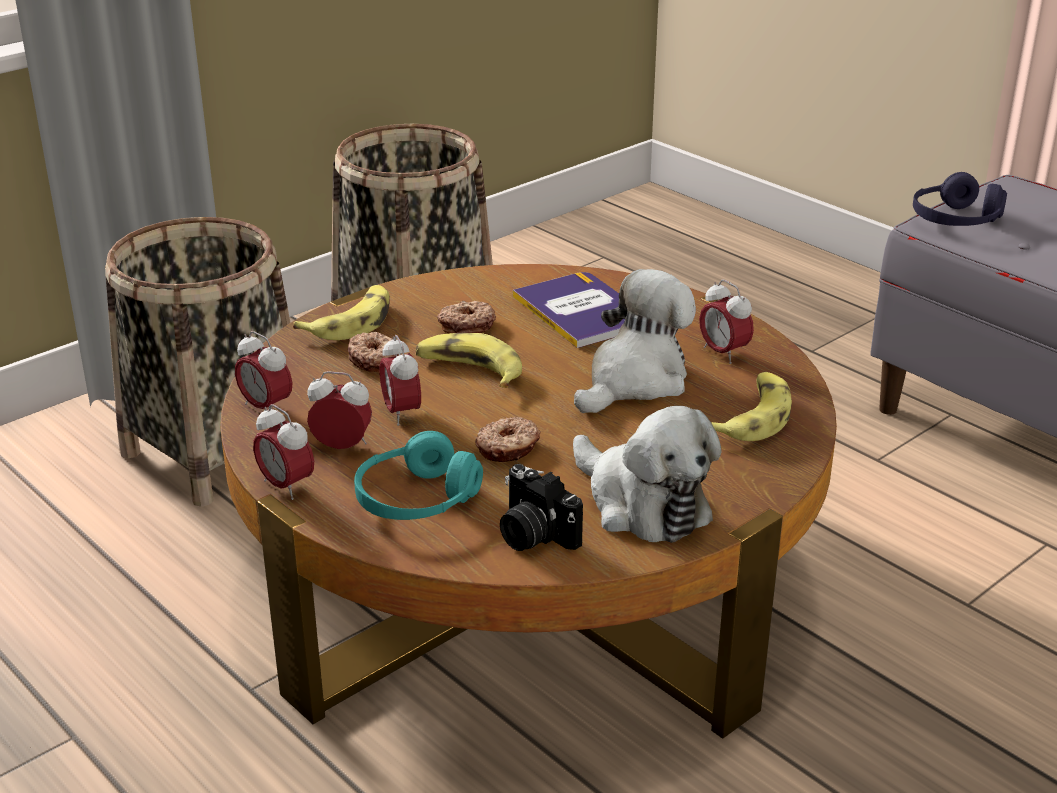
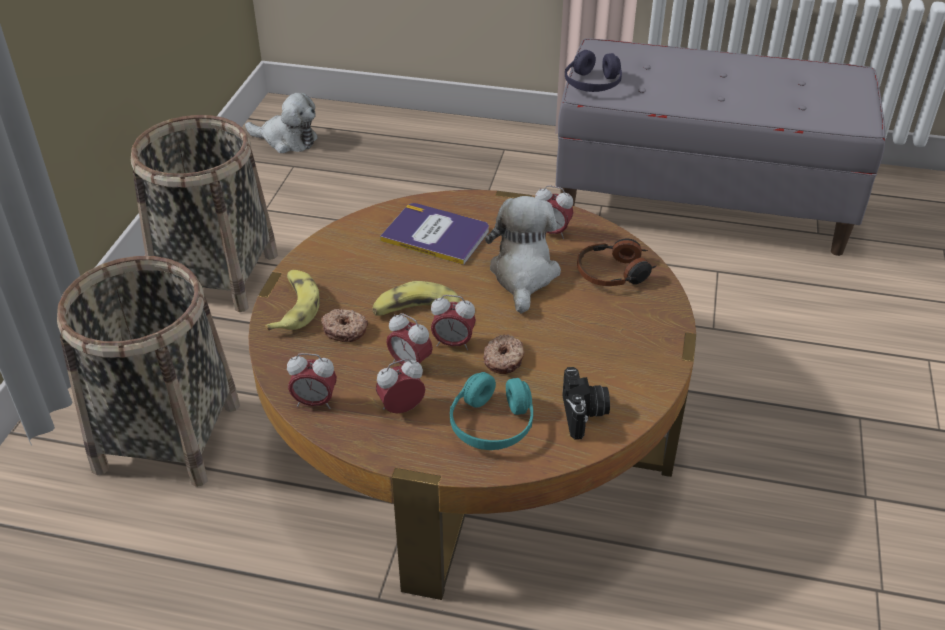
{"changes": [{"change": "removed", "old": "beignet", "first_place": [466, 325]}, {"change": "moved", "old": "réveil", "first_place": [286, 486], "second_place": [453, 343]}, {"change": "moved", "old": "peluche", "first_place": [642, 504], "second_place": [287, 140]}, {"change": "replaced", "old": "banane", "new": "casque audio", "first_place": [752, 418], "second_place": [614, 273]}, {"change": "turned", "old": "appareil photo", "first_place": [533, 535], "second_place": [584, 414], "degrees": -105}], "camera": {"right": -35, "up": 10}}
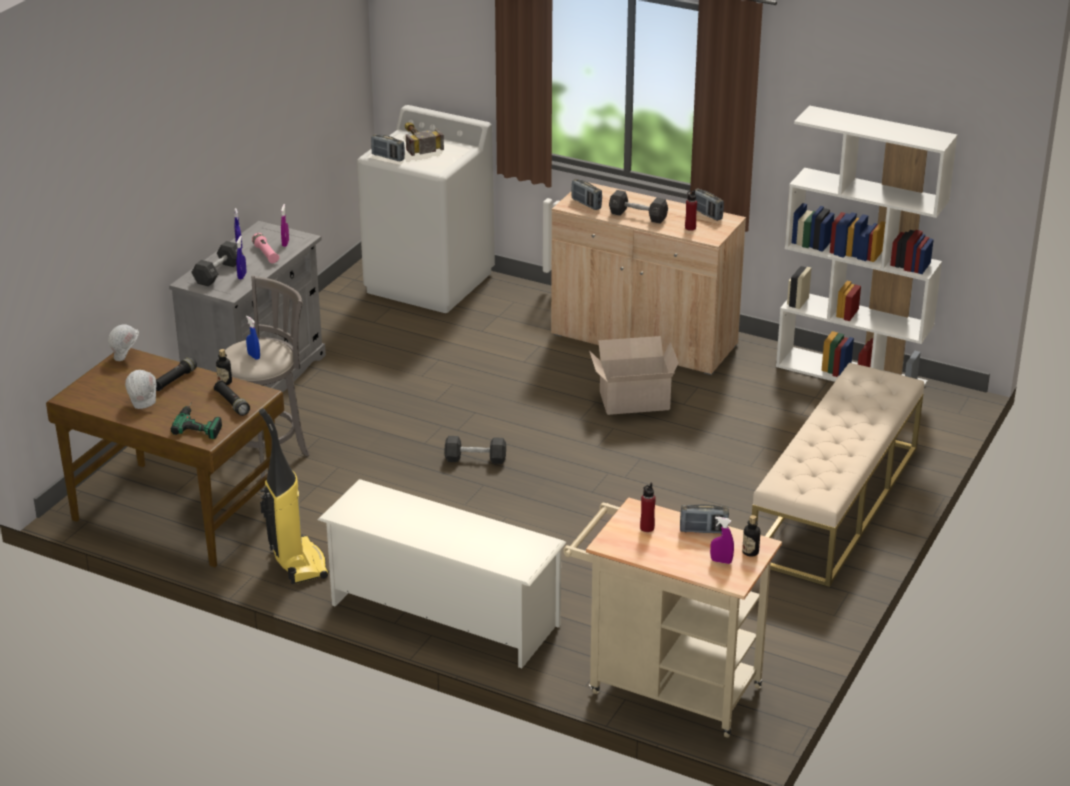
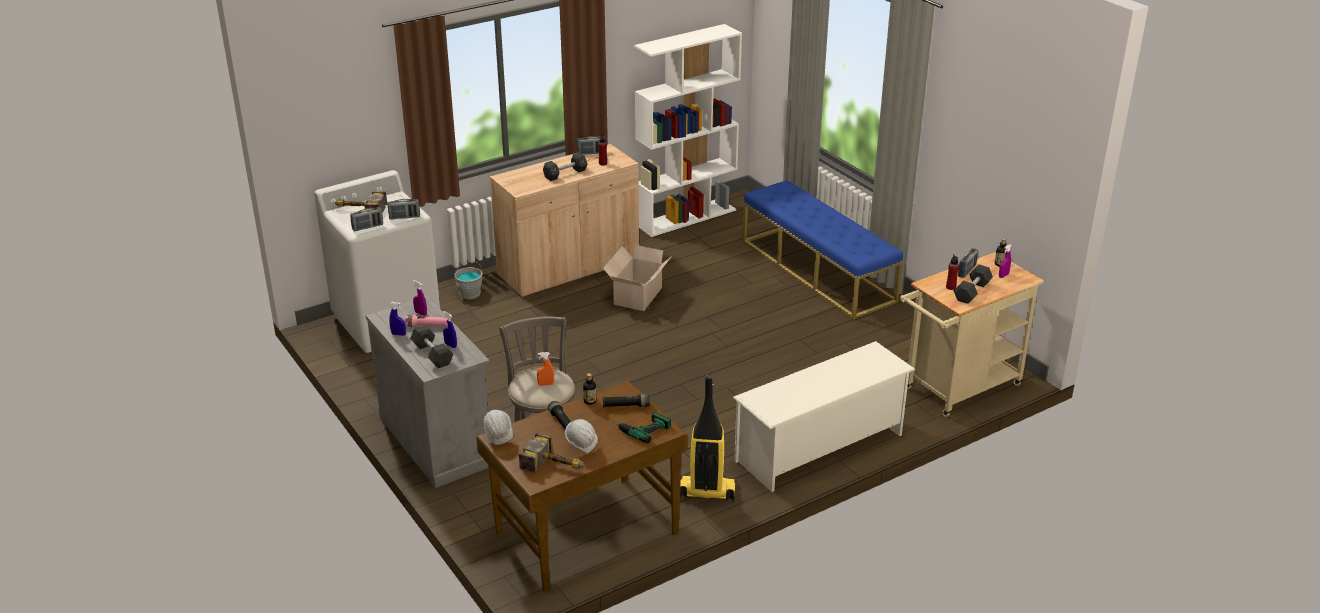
{"changes": [{"change": "added", "new": "seau/gris", "second_place": [470, 293]}, {"change": "added", "new": "marteau", "second_place": [556, 465]}, {"change": "moved", "old": "haltère/noir", "first_place": [475, 459], "second_place": [972, 292]}, {"change": "moved", "old": "radio", "first_place": [586, 204], "second_place": [404, 217]}, {"change": "recoloured", "old": "vaporisateur/bleu", "new": "vaporisateur/orange", "first_place": [254, 356], "second_place": [546, 384]}, {"change": "recoloured", "old": "banc/beige", "new": "banc/bleu", "first_place": [836, 504], "second_place": [817, 271]}], "camera": {"right": -60, "up": 0}}
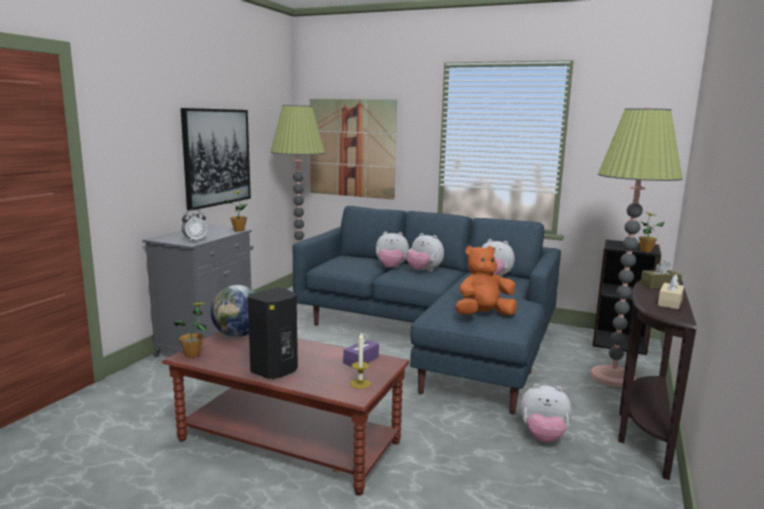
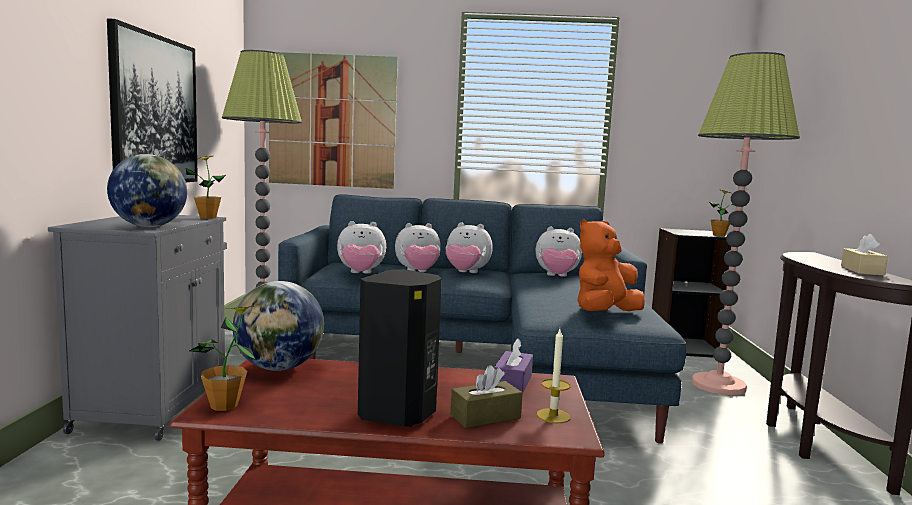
{"changes": [{"change": "moved", "old": "peluche", "first_place": [543, 437], "second_place": [360, 274]}, {"change": "moved", "old": "boîte à mouchoirs/marron", "first_place": [659, 286], "second_place": [485, 416]}, {"change": "replaced", "old": "réveil", "new": "globe", "first_place": [195, 240], "second_place": [149, 226]}], "camera": {"right": -20, "up": -5}}
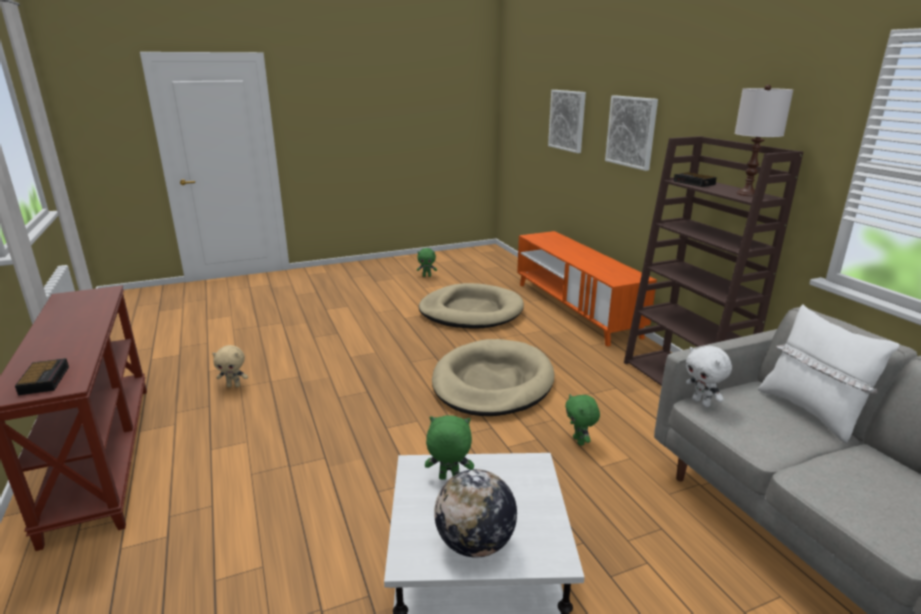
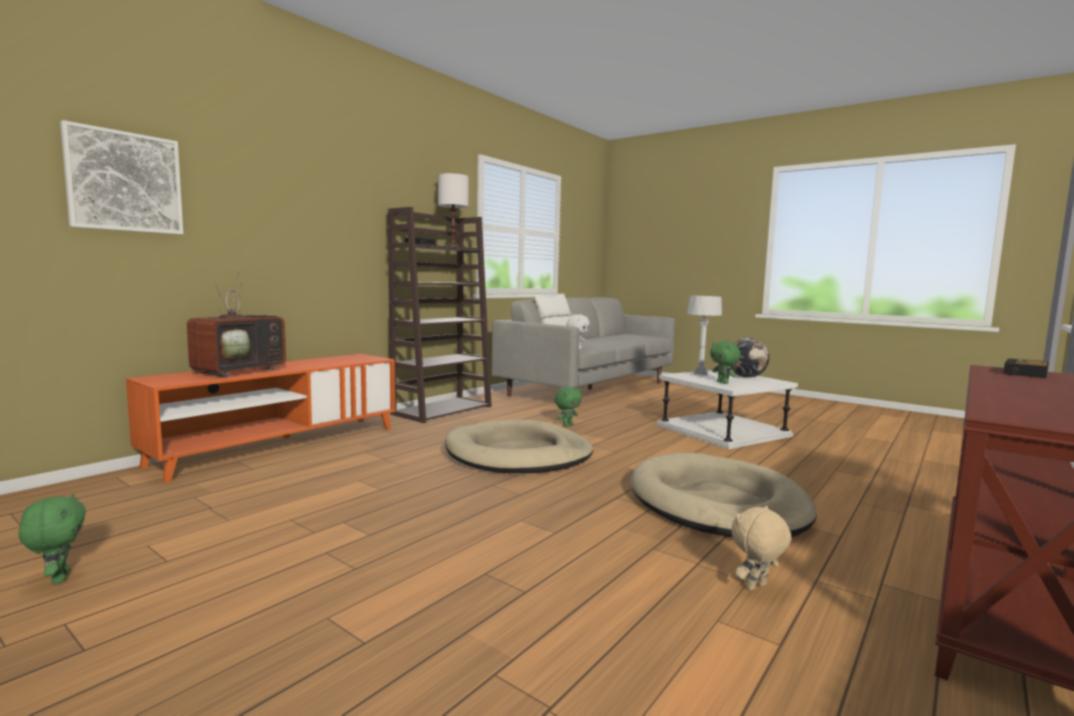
{"changes": [{"change": "removed", "old": "tableau", "first_place": [631, 131]}, {"change": "added", "new": "téléviseur", "second_place": [240, 371]}, {"change": "added", "new": "lampe de table/gris", "second_place": [700, 373]}, {"change": "moved", "old": "panier pour chien/beige", "first_place": [471, 311], "second_place": [717, 503]}, {"change": "turned", "old": "peluche/beige", "first_place": [234, 386], "second_place": [756, 587], "degrees": -90}], "camera": {"right": -120, "up": -15}}
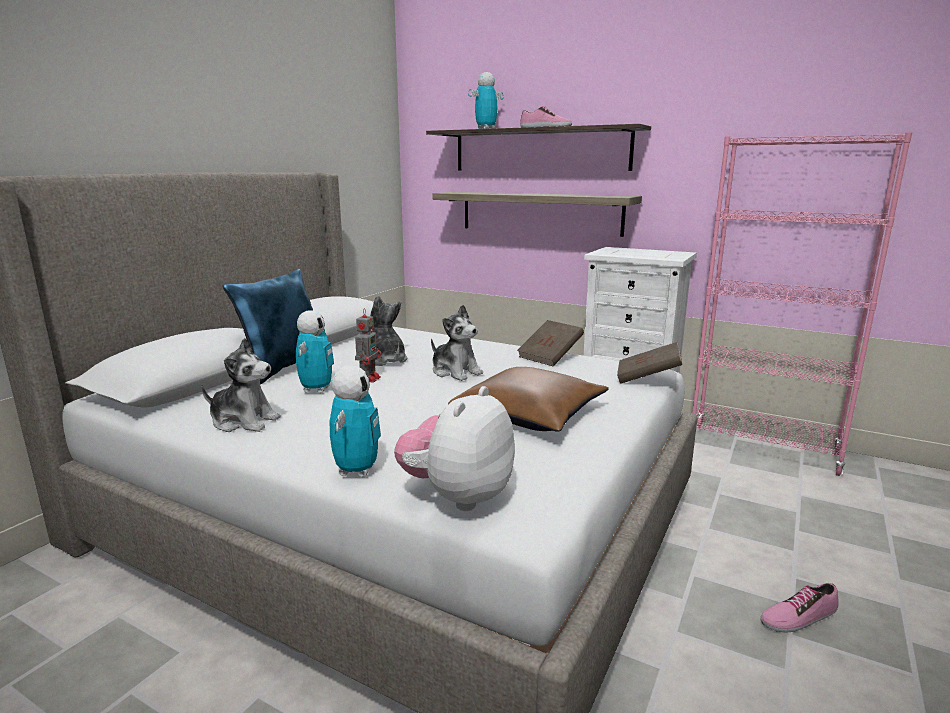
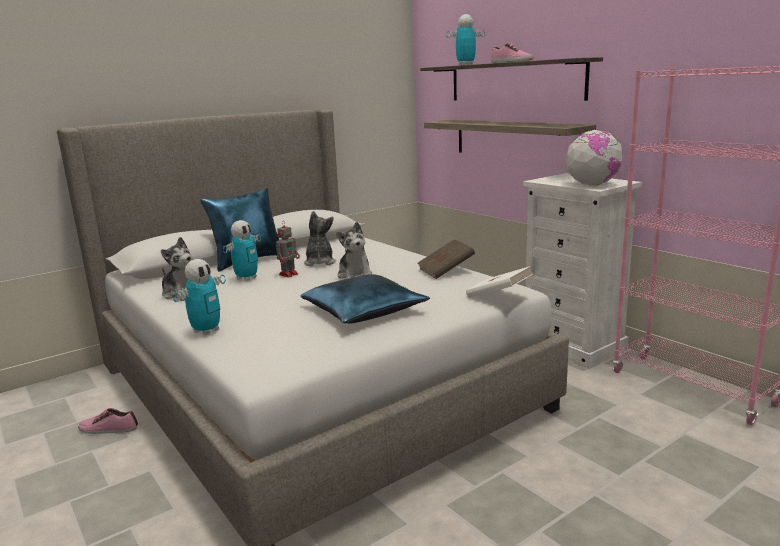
{"changes": [{"change": "removed", "old": "peluche", "first_place": [458, 496]}, {"change": "added", "new": "globe", "second_place": [592, 185]}, {"change": "moved", "old": "chaussure", "first_place": [798, 616], "second_place": [109, 428]}, {"change": "recoloured", "old": "coussin/marron", "new": "coussin/bleu", "first_place": [530, 413], "second_place": [364, 311]}, {"change": "recoloured", "old": "livre/marron", "new": "livre/blanc", "first_place": [647, 378], "second_place": [498, 296]}], "camera": {"right": 25, "up": 0}}
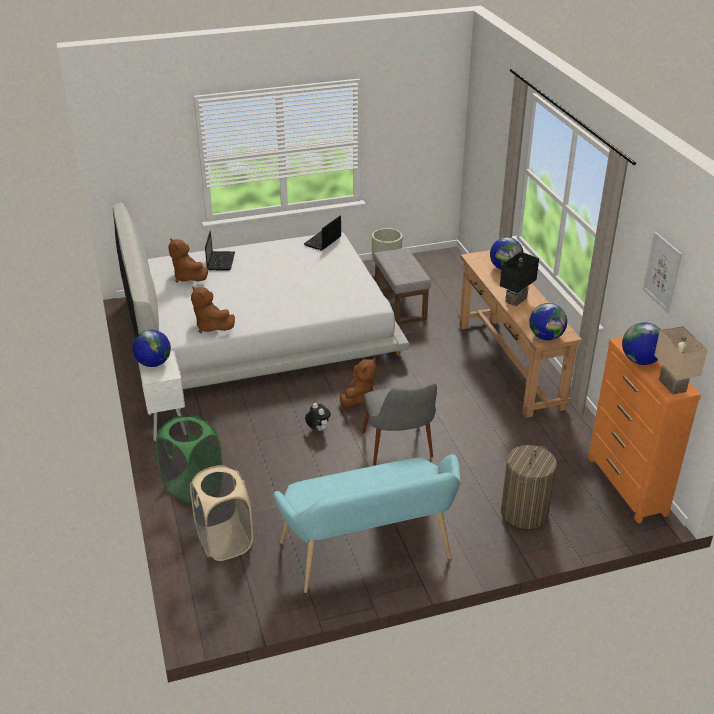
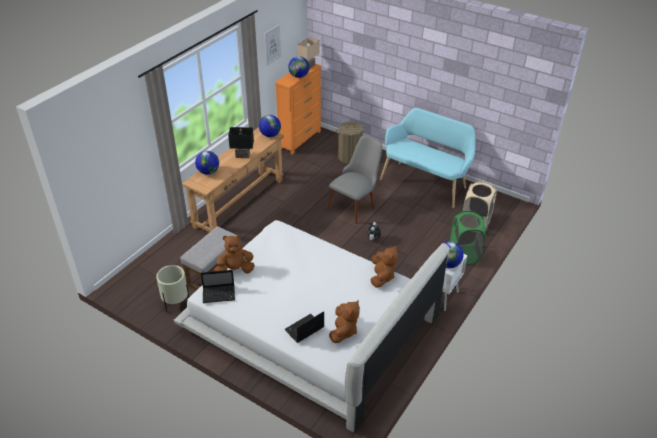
{"changes": [{"change": "moved", "old": "peluche/marron", "first_place": [358, 398], "second_place": [235, 270]}], "camera": {"right": -130, "up": 5}}
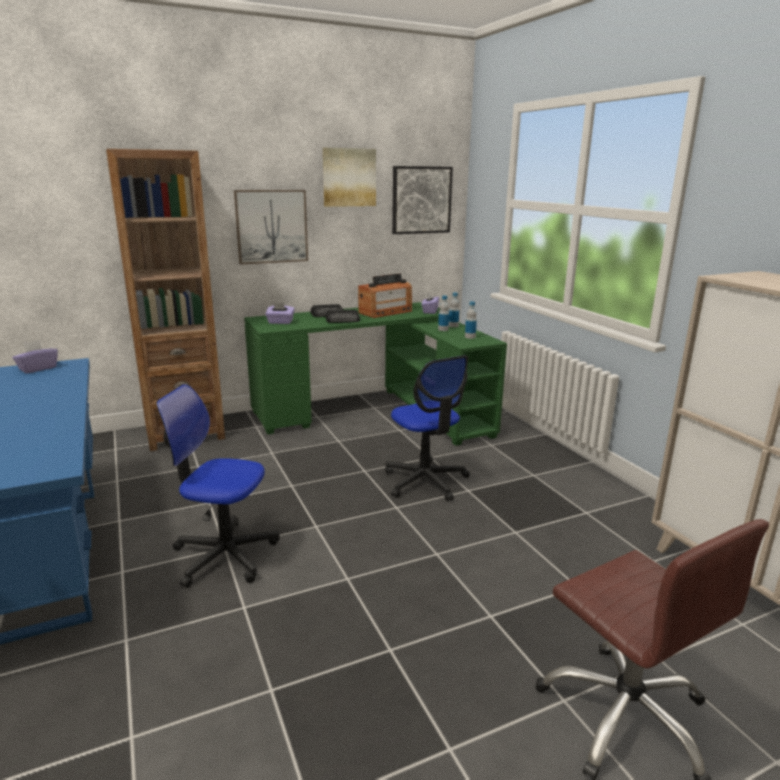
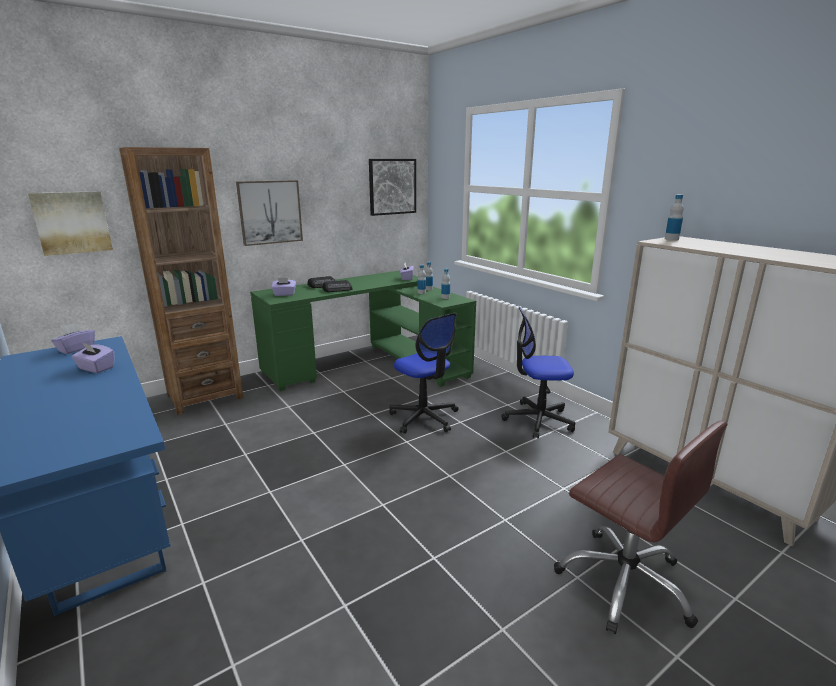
{"changes": [{"change": "removed", "old": "radio", "first_place": [385, 312]}, {"change": "added", "new": "boîte à mouchoirs/violet", "second_place": [96, 368]}, {"change": "added", "new": "bouteille", "second_place": [671, 239]}, {"change": "moved", "old": "chaise de bureau", "first_place": [225, 555], "second_place": [538, 420]}, {"change": "moved", "old": "tableau", "first_place": [349, 177], "second_place": [72, 222]}], "camera": {"right": -10, "up": 0}}
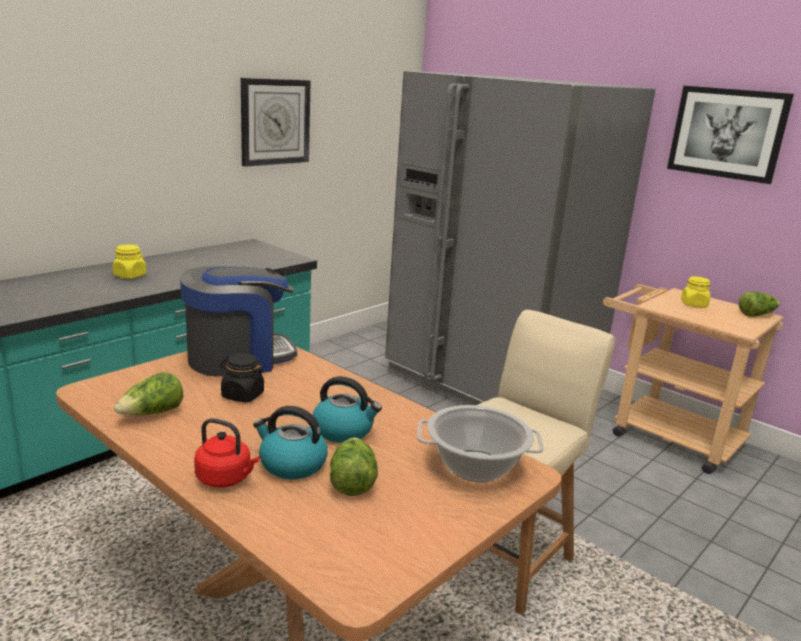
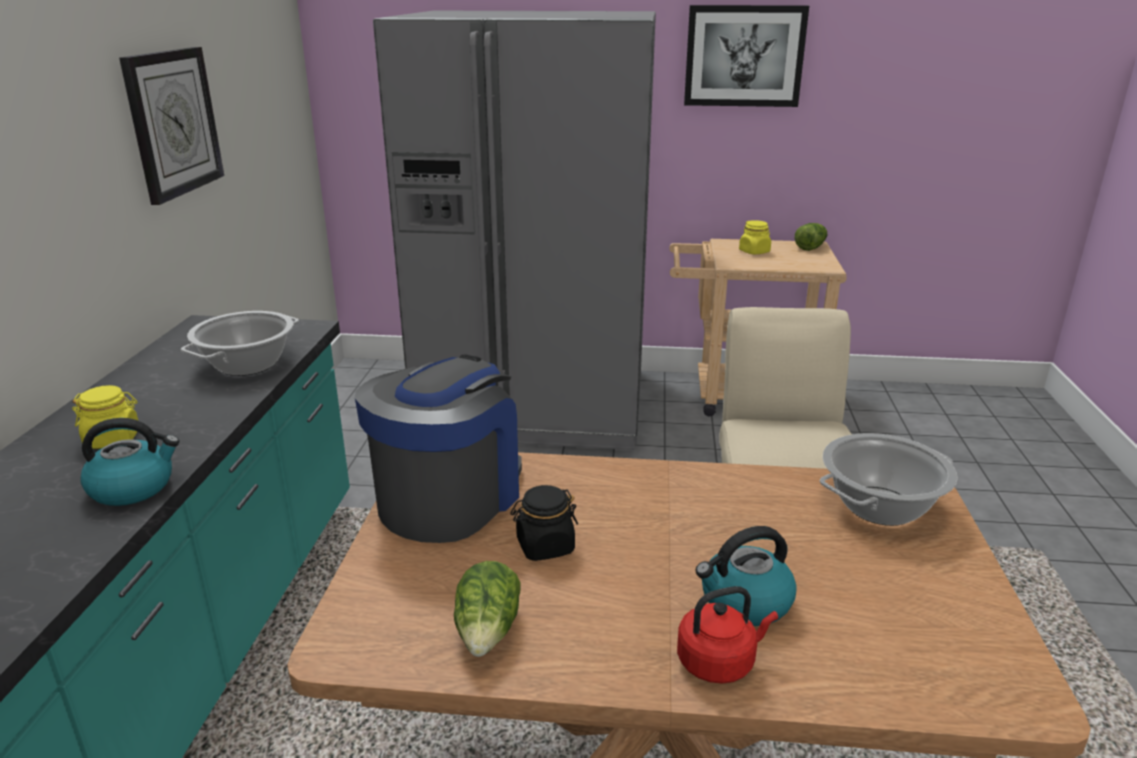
{"changes": [{"change": "removed", "old": "laitue", "first_place": [351, 481]}, {"change": "added", "new": "marmite", "second_place": [247, 364]}, {"change": "moved", "old": "bouilloire", "first_place": [344, 431], "second_place": [133, 487]}], "camera": {"right": -35, "up": 5}}
